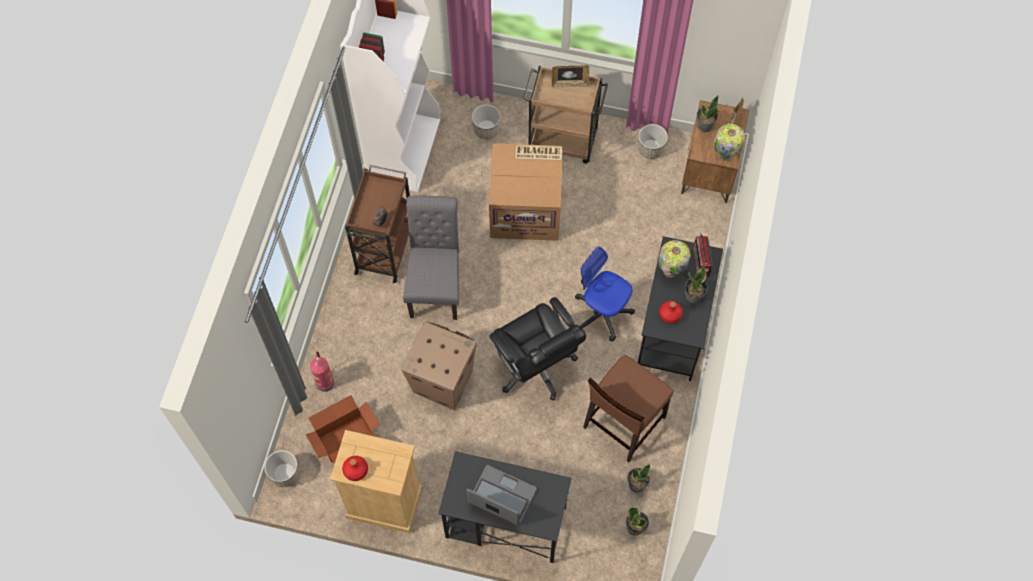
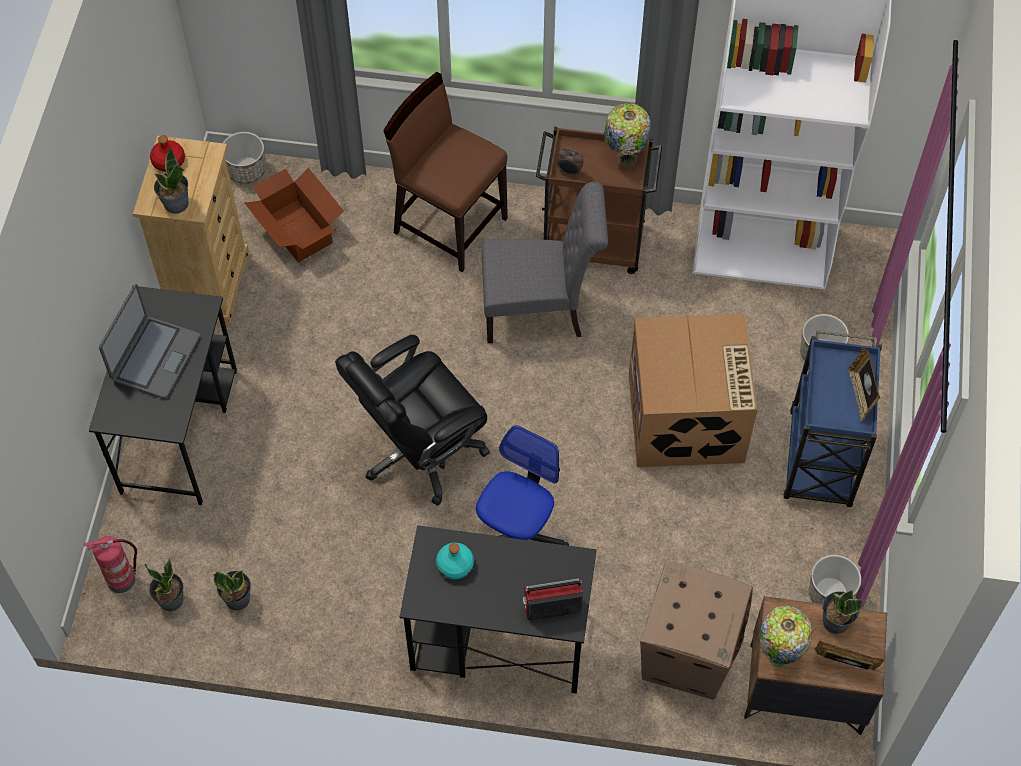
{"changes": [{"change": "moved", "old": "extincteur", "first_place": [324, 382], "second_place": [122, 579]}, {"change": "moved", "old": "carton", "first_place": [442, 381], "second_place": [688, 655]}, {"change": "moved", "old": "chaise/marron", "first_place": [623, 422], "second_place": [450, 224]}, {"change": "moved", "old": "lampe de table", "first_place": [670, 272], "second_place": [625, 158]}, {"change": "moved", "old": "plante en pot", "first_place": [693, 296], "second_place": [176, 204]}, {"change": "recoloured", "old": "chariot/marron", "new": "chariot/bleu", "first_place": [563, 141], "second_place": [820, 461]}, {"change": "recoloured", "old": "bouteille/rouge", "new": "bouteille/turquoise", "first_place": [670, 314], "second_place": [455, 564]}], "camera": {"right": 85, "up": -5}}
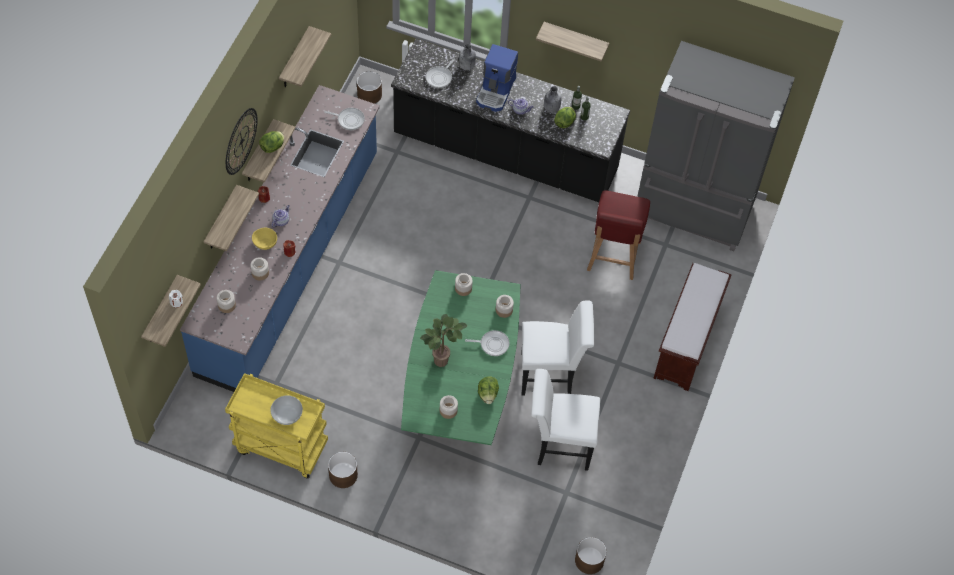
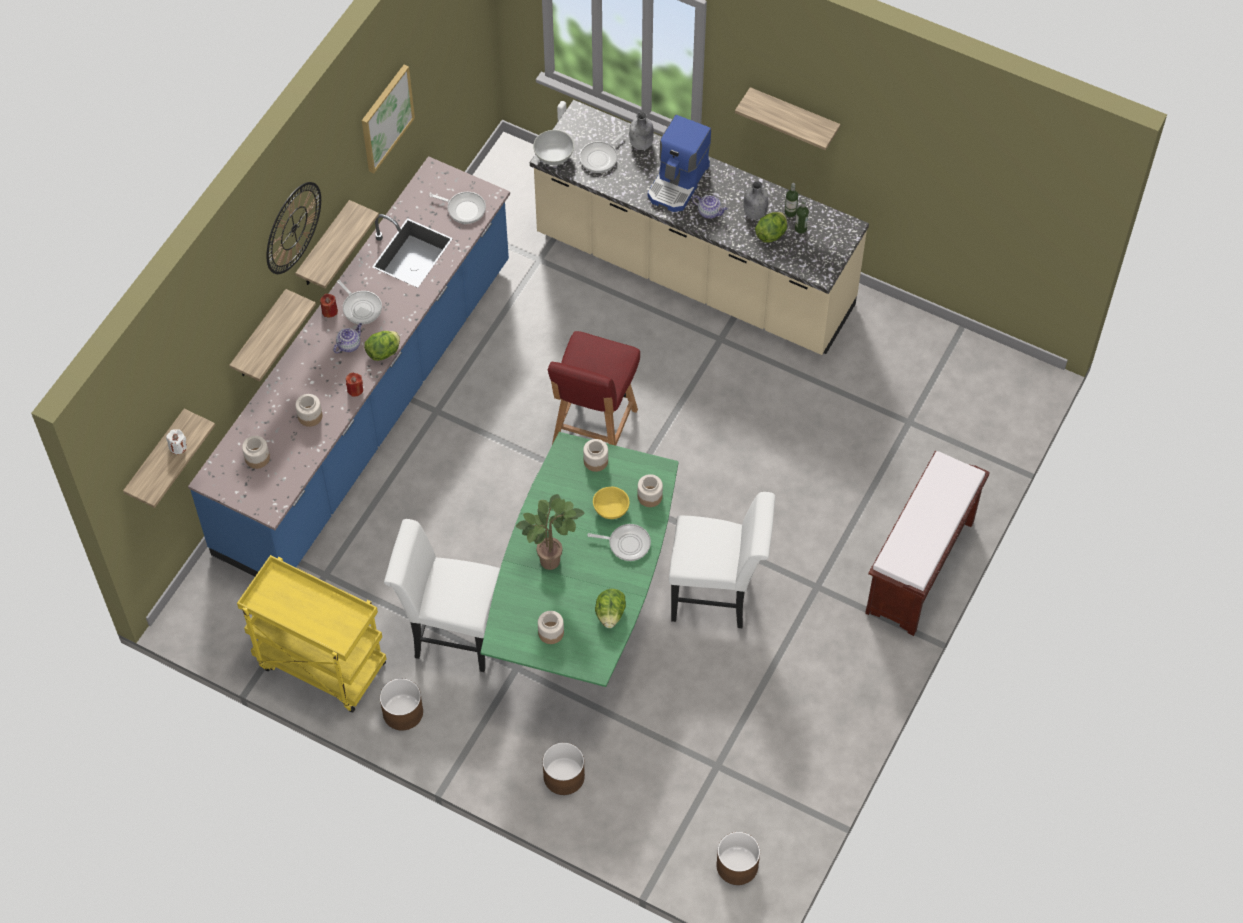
{"changes": [{"change": "removed", "old": "réfrigérateur/gris", "first_place": [693, 211]}, {"change": "added", "new": "poêle", "second_place": [361, 307]}, {"change": "moved", "old": "bol/jaune", "first_place": [265, 243], "second_place": [611, 509]}, {"change": "moved", "old": "laitue", "first_place": [273, 147], "second_place": [384, 352]}, {"change": "moved", "old": "bol/blanc", "first_place": [287, 416], "second_place": [553, 157]}, {"change": "moved", "old": "cache-pot/marron", "first_place": [369, 94], "second_place": [563, 776]}, {"change": "moved", "old": "chaise/blanc", "first_place": [559, 444], "second_place": [450, 632]}, {"change": "moved", "old": "chaise/rouge", "first_place": [613, 257], "second_place": [593, 429]}, {"change": "replaced", "old": "étagère", "new": "tableau", "first_place": [294, 59], "second_place": [386, 118]}, {"change": "recoloured", "old": "comptoir de cuisine/noir", "new": "comptoir de cuisine/beige", "first_place": [505, 153], "second_place": [694, 273]}], "camera": {"right": 10, "up": 0}}
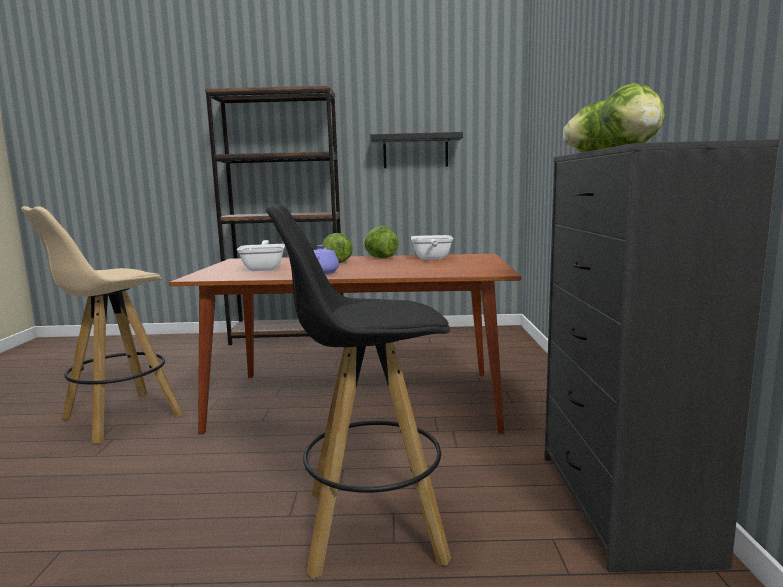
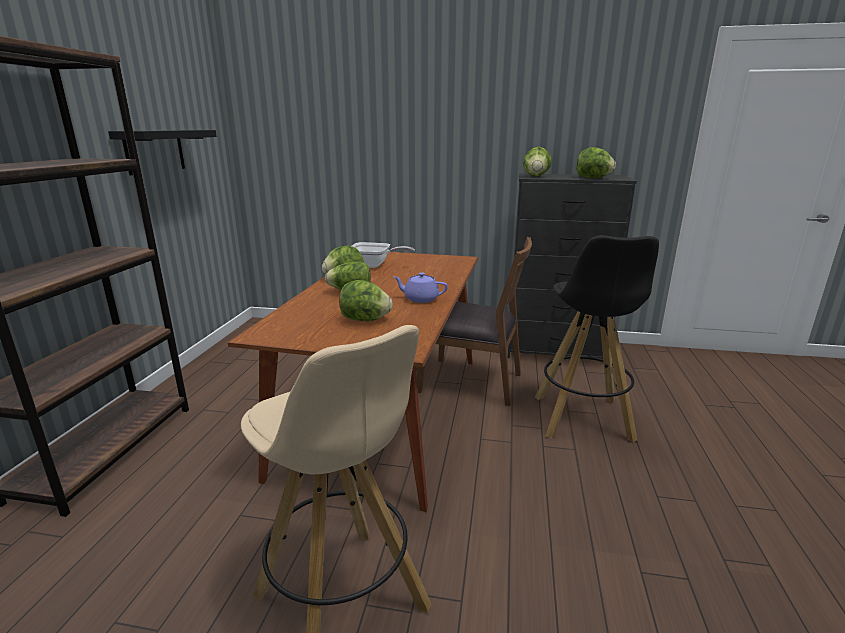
{"changes": [{"change": "added", "new": "chaise/marron", "second_place": [471, 381]}, {"change": "replaced", "old": "poêle", "new": "laitue", "first_place": [264, 268], "second_place": [365, 320]}], "camera": {"right": -80, "up": 10}}
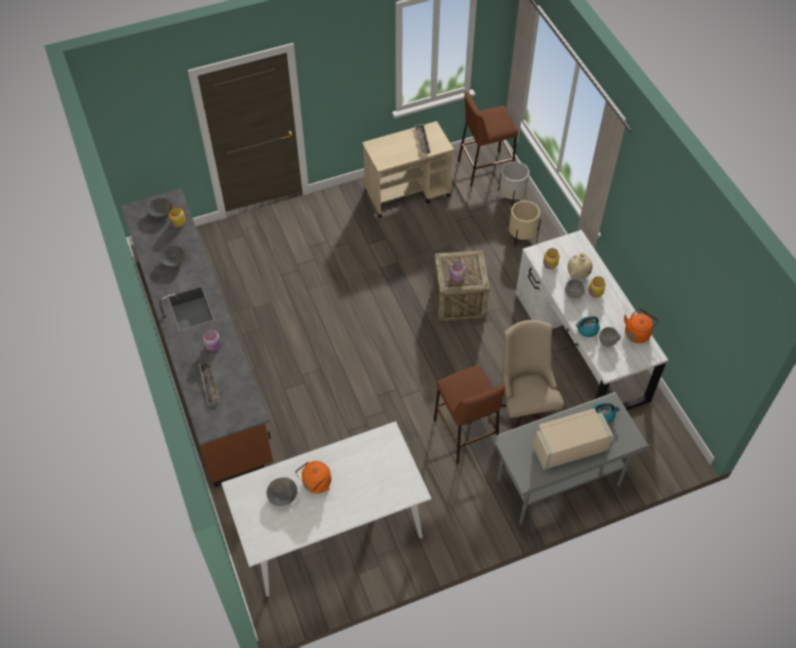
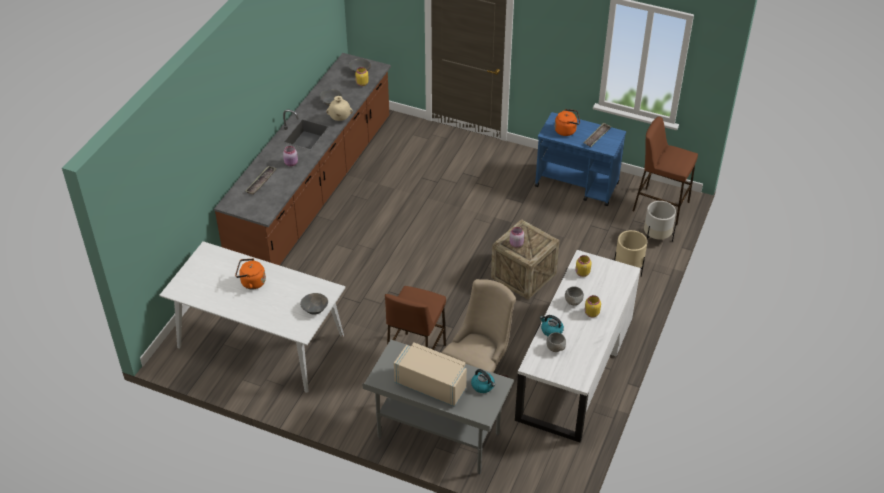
{"changes": [{"change": "moved", "old": "bol/gris", "first_place": [283, 496], "second_place": [315, 309]}, {"change": "moved", "old": "vase/beige", "first_place": [578, 275], "second_place": [339, 119]}, {"change": "moved", "old": "bouilloire/orange", "first_place": [637, 333], "second_place": [566, 130]}, {"change": "recoloured", "old": "chariot/beige", "new": "chariot/bleu", "first_place": [407, 193], "second_place": [577, 185]}], "camera": {"right": 45, "up": -10}}
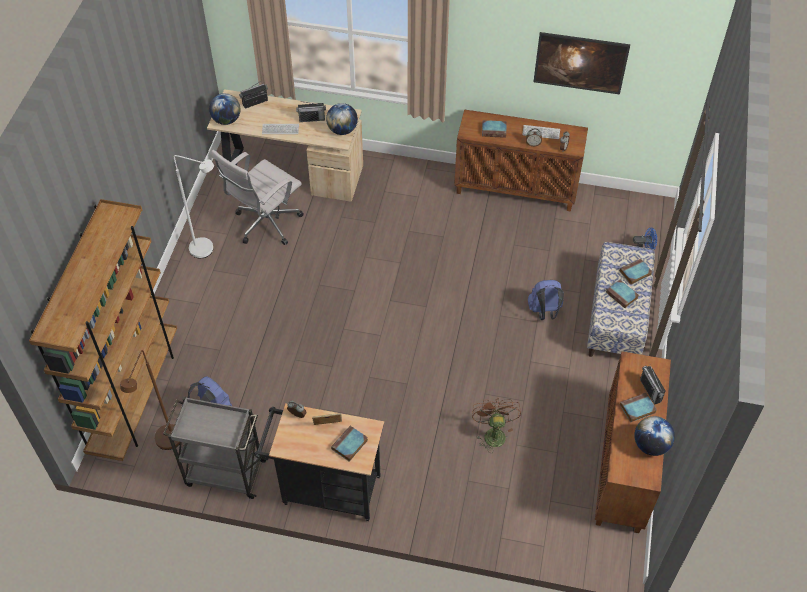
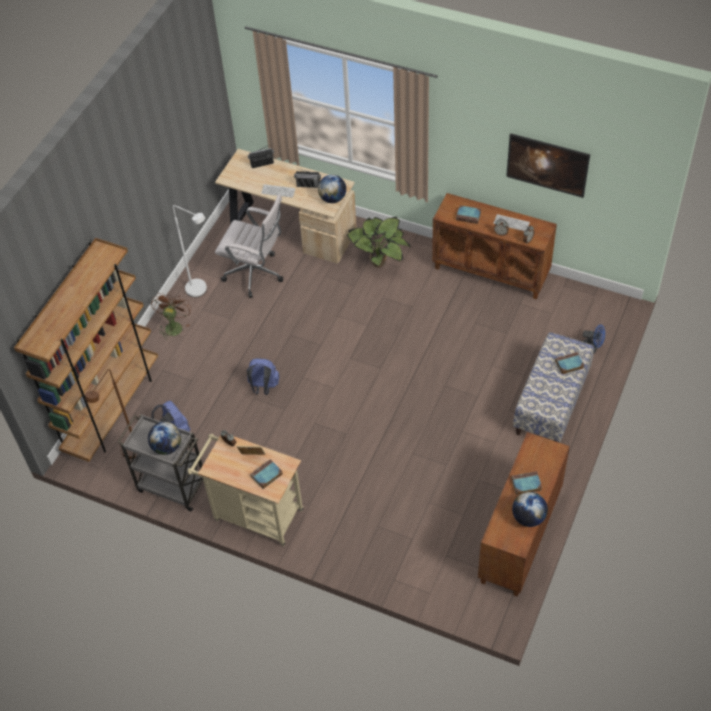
{"changes": [{"change": "removed", "old": "livre", "first_place": [622, 295]}, {"change": "removed", "old": "radio", "first_place": [650, 391]}, {"change": "added", "new": "plante en pot", "second_place": [379, 261]}, {"change": "moved", "old": "globe", "first_place": [226, 120], "second_place": [167, 447]}, {"change": "moved", "old": "ventilateur/marron", "first_place": [493, 433], "second_place": [173, 325]}, {"change": "moved", "old": "sac à dos/bleu", "first_place": [544, 312], "second_place": [263, 387]}, {"change": "recoloured", "old": "chariot/noir", "new": "chariot/beige", "first_place": [325, 489], "second_place": [253, 513]}, {"change": "turned", "old": "chaise de bureau/blanc", "first_place": [265, 224], "second_place": [256, 274], "degrees": -120}], "camera": {"right": 15, "up": 0}}
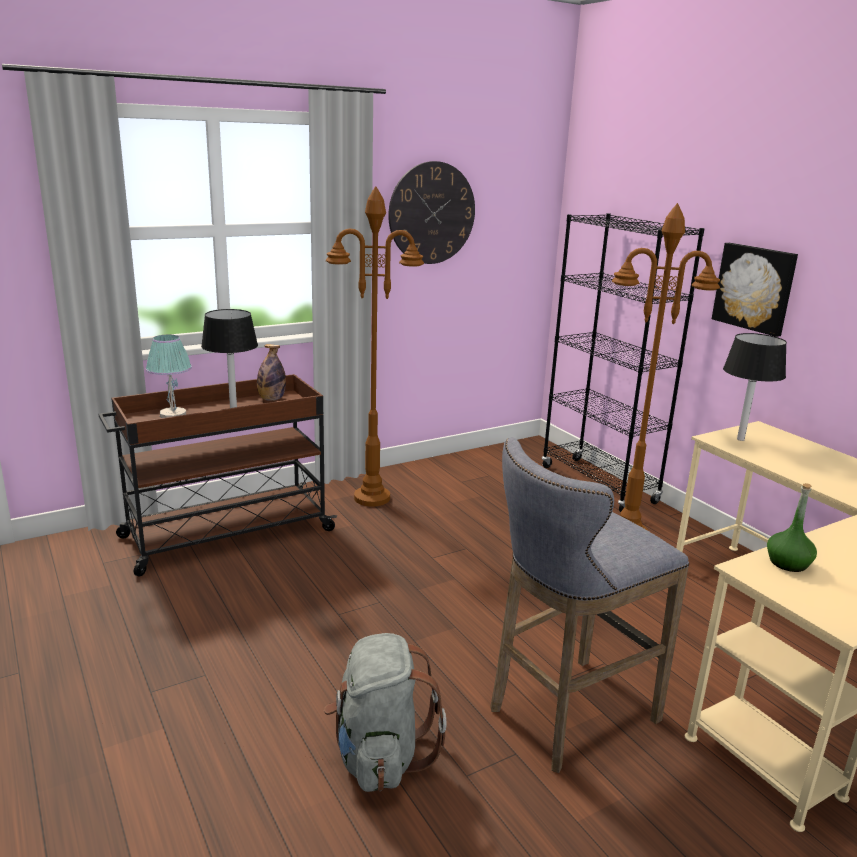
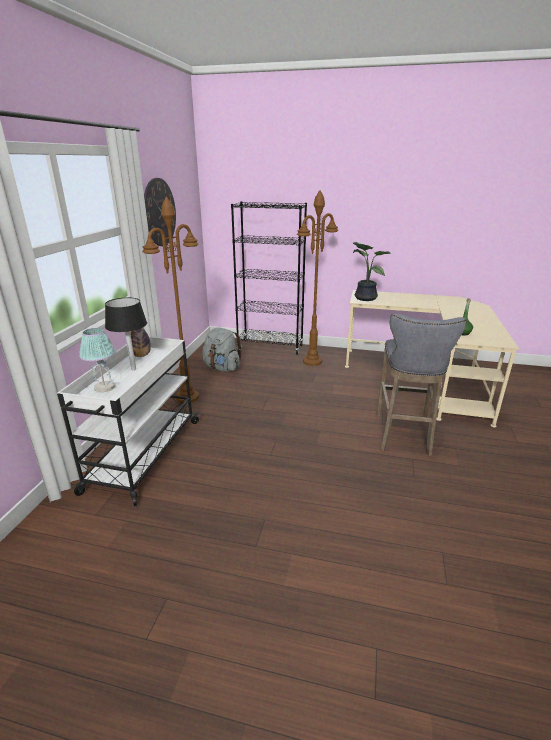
{"changes": [{"change": "removed", "old": "tableau", "first_place": [755, 288]}, {"change": "moved", "old": "sac à dos/gris", "first_place": [379, 755], "second_place": [222, 368]}, {"change": "replaced", "old": "lampe de table/noir", "new": "plante en pot", "first_place": [740, 439], "second_place": [364, 298]}, {"change": "recoloured", "old": "chariot/marron", "new": "chariot/blanc", "first_place": [225, 534], "second_place": [143, 455]}], "camera": {"right": -45, "up": 5}}
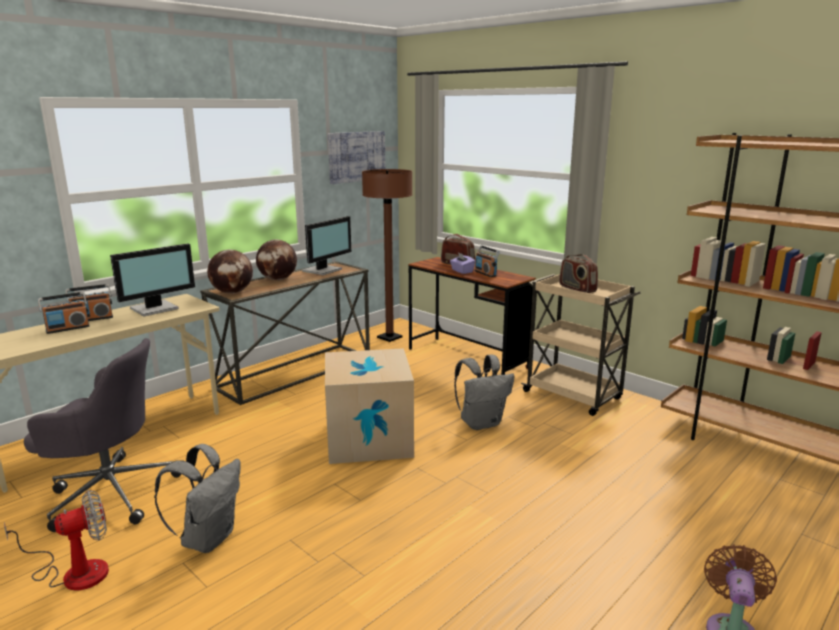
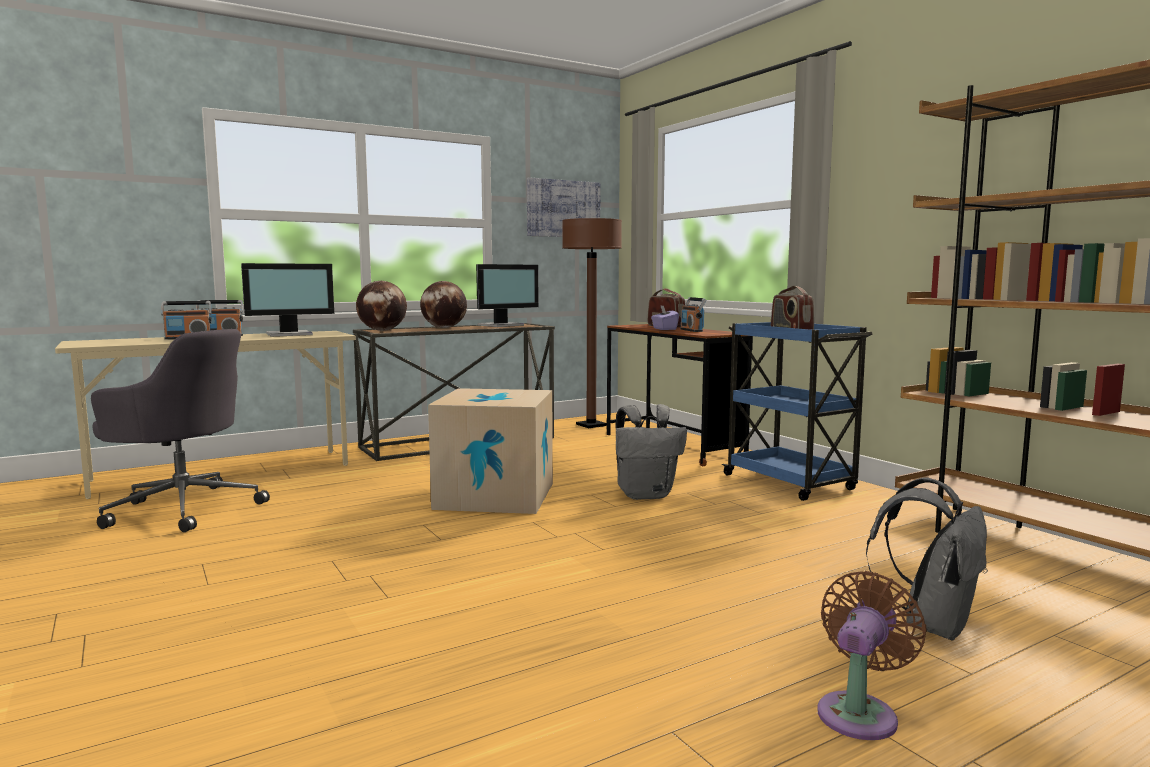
{"changes": [{"change": "removed", "old": "ventilateur", "first_place": [74, 572]}, {"change": "moved", "old": "sac à dos/gris", "first_place": [208, 538], "second_place": [931, 624]}, {"change": "recoloured", "old": "chariot/beige", "new": "chariot/bleu", "first_place": [574, 396], "second_place": [790, 483]}], "camera": {"right": 15, "up": -10}}
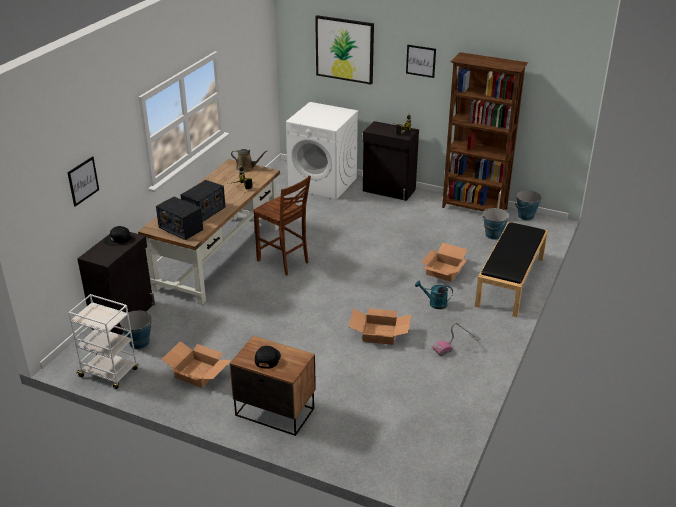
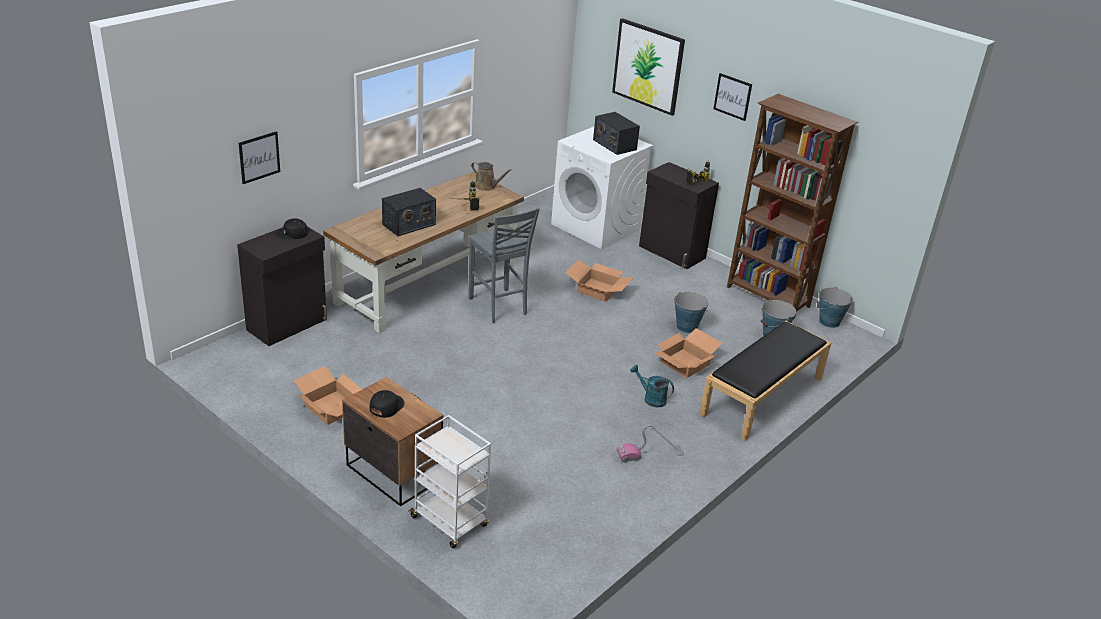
{"changes": [{"change": "moved", "old": "chariot/blanc", "first_place": [109, 373], "second_place": [450, 522]}, {"change": "moved", "old": "seau", "first_place": [139, 342], "second_place": [686, 327]}, {"change": "moved", "old": "radio", "first_place": [180, 228], "second_place": [614, 144]}, {"change": "moved", "old": "carton", "first_place": [380, 333], "second_place": [598, 289]}, {"change": "recoloured", "old": "chaise/marron", "new": "chaise/gris", "first_place": [284, 262], "second_place": [498, 307]}], "camera": {"right": 15, "up": 0}}
